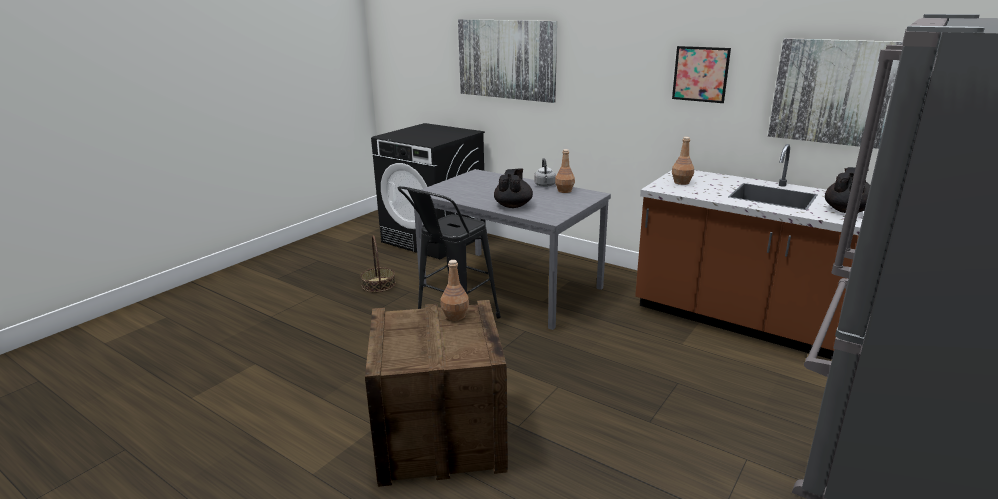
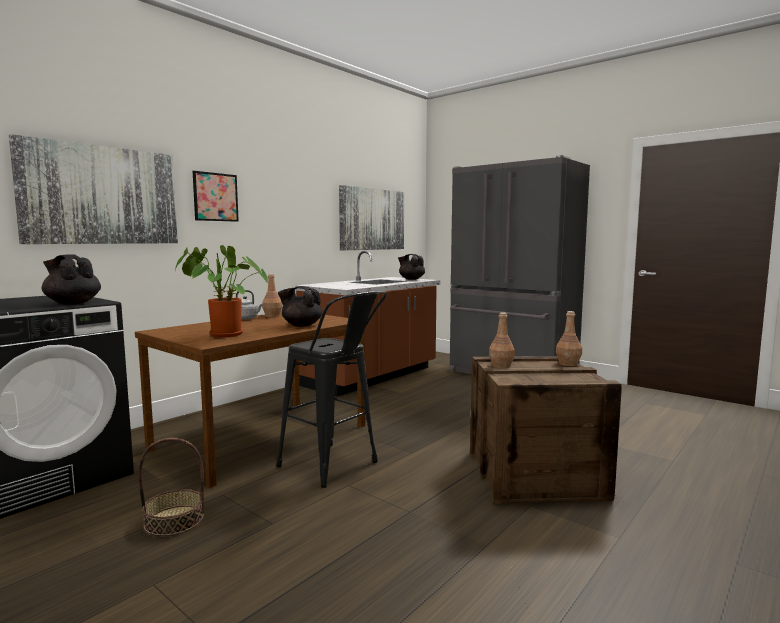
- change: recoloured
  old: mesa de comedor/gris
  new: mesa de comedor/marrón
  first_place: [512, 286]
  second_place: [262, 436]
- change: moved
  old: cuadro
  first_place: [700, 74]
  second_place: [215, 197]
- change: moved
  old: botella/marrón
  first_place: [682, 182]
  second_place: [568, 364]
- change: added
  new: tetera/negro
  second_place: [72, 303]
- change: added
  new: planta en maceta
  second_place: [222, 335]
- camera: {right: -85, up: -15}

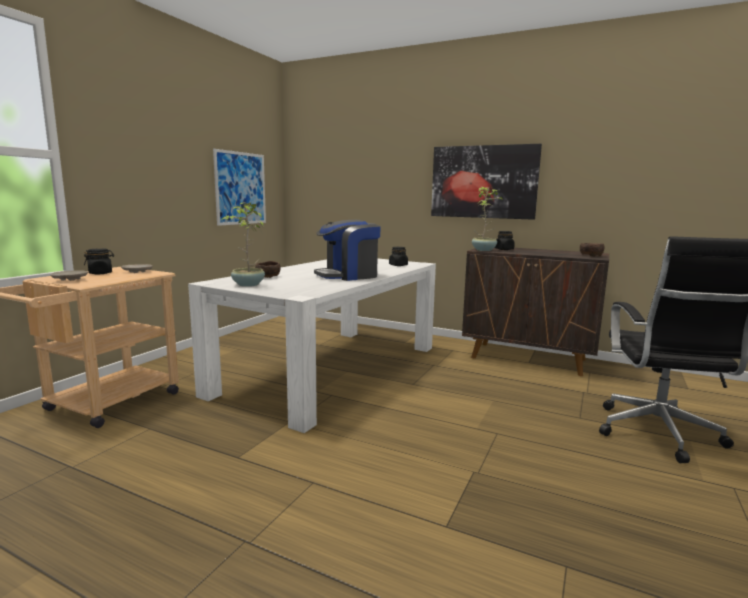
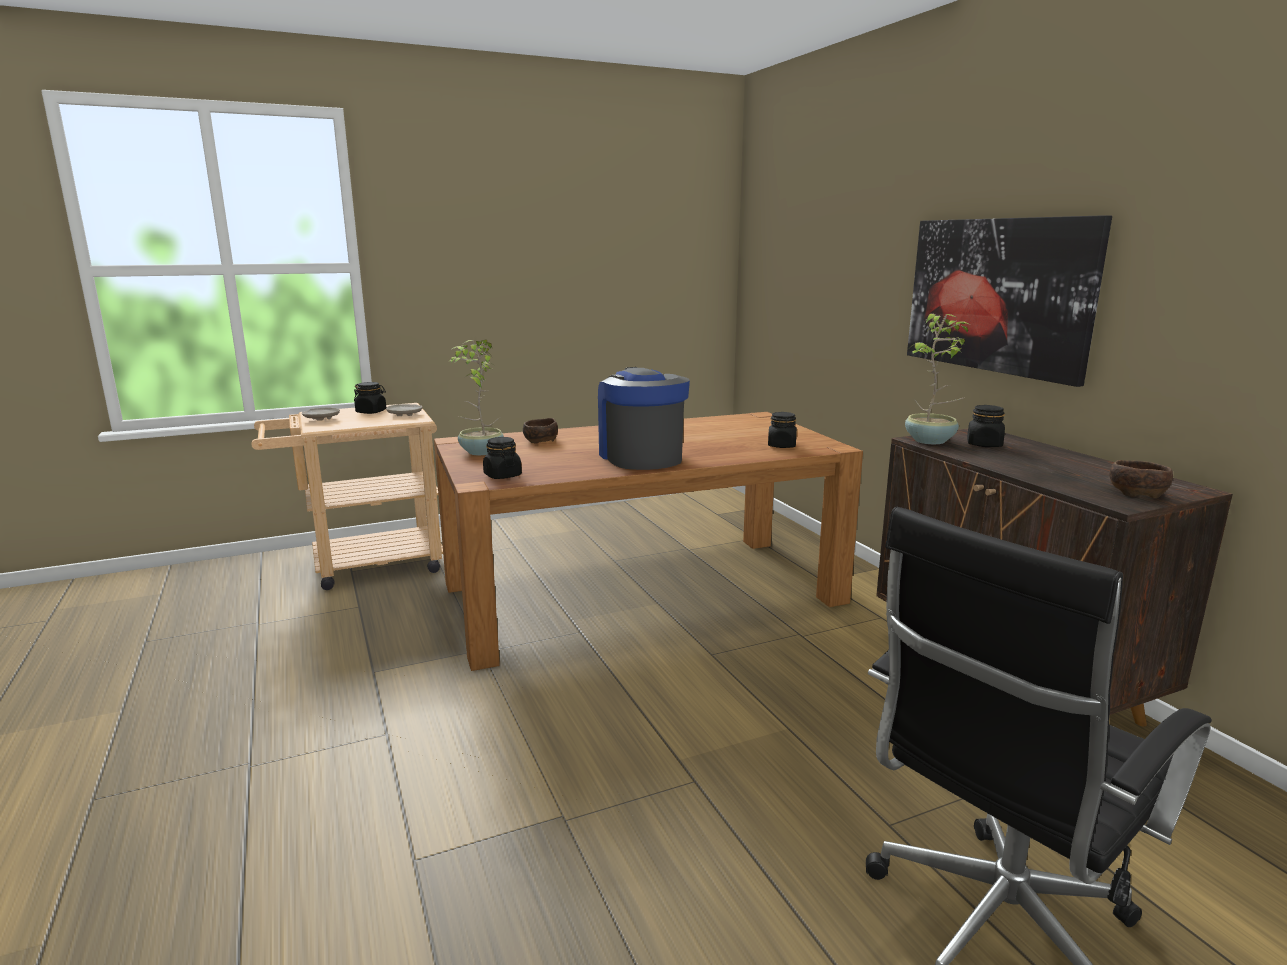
- change: recoloured
  old: mesa de comedor/blanco
  new: mesa de comedor/marrón
  first_place: [331, 369]
  second_place: [642, 593]
- change: removed
  old: cuadro
  first_place: [240, 188]
- change: turned
  old: cafetera
  first_place: [348, 276]
  second_place: [640, 456]
  degrees: 60
- change: added
  new: tarro/negro
  second_place: [502, 475]
- camera: {right: 40, up: 5}

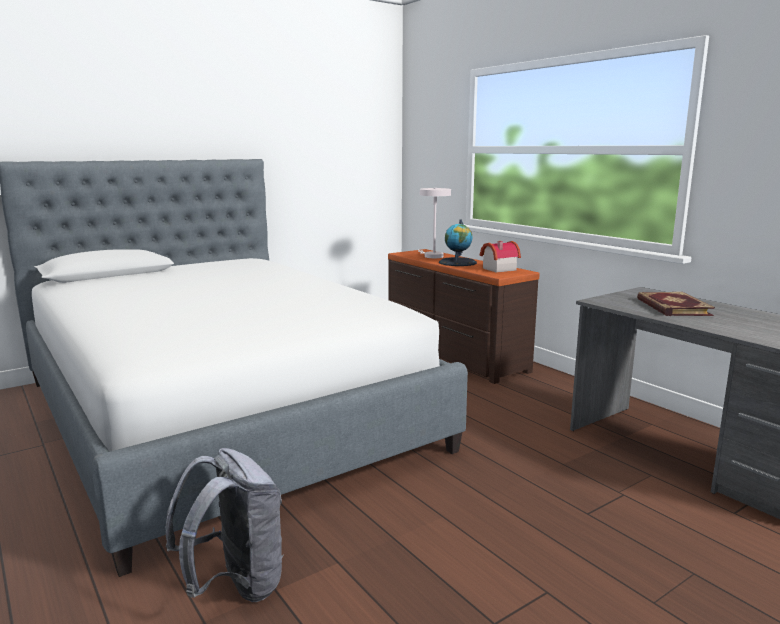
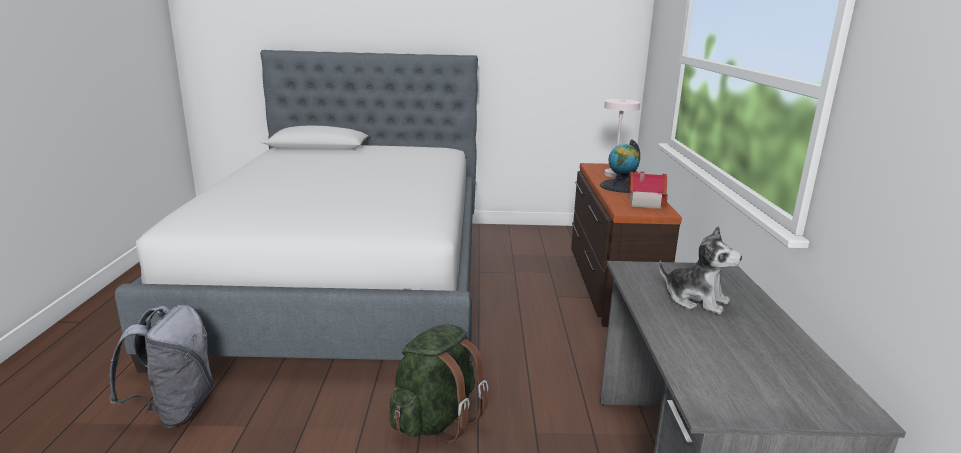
- change: replaced
  old: libro
  new: peluche
  first_place: [672, 307]
  second_place: [696, 300]
- change: added
  new: mochila/verde
  second_place: [436, 420]
- camera: {right: 35, up: 5}

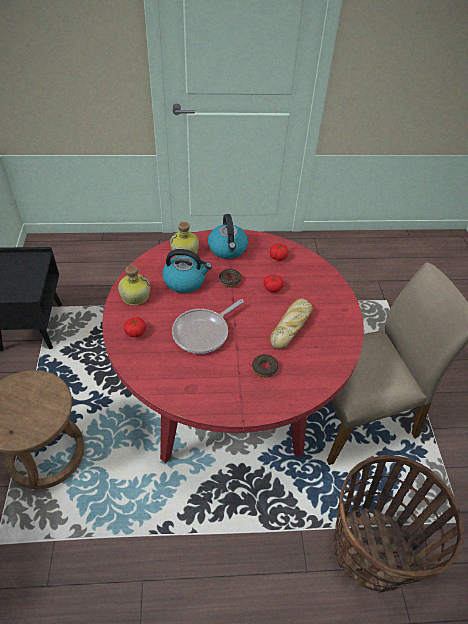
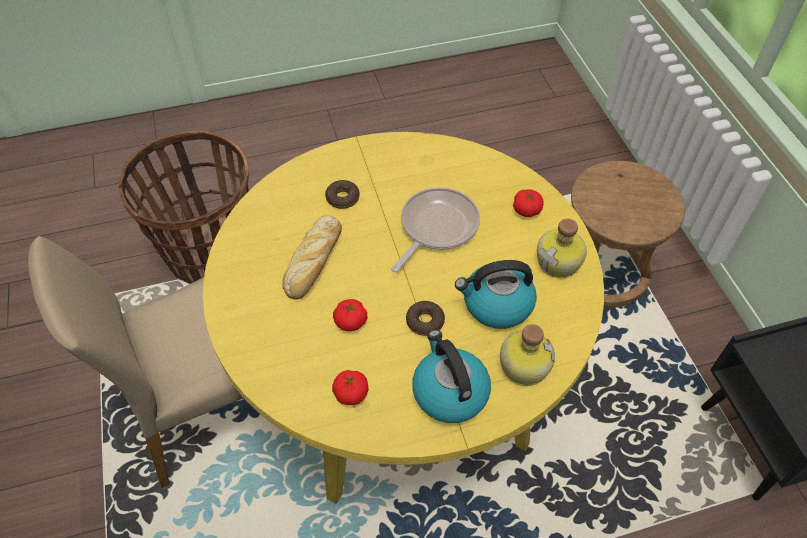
- change: recoloured
  old: mesa de comedor/rojo
  new: mesa de comedor/amarillo
  first_place: [228, 399]
  second_place: [403, 386]
- camera: {right: 170, up: 5}

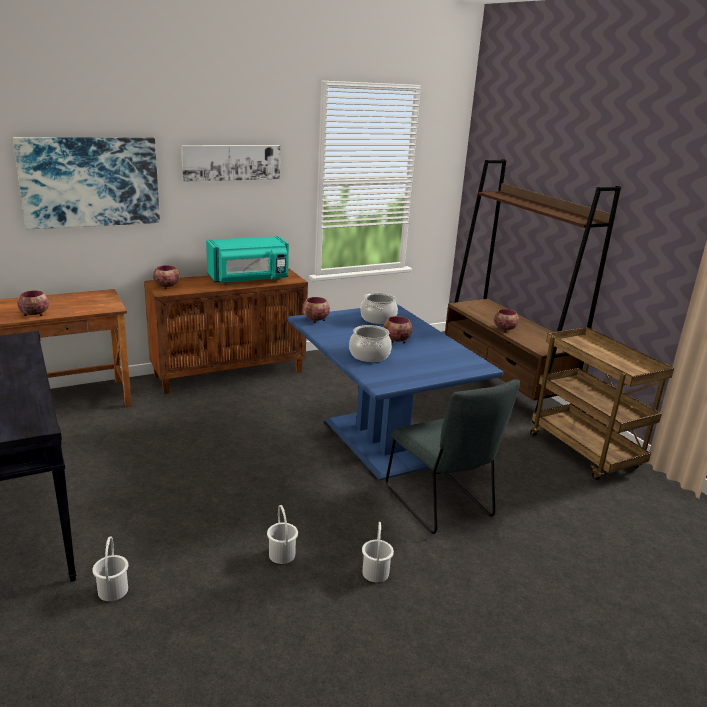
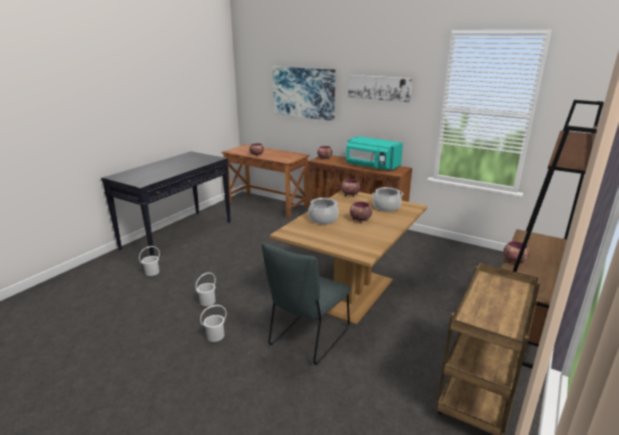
- change: recoloured
  old: mesa de comedor/azul
  new: mesa de comedor/marrón
  first_place: [379, 442]
  second_place: [351, 292]
- camera: {right: 60, up: 0}

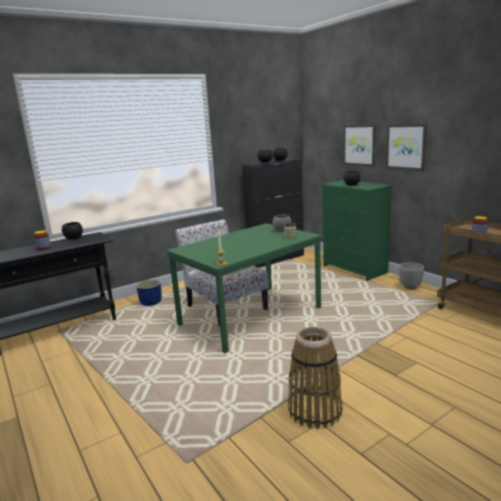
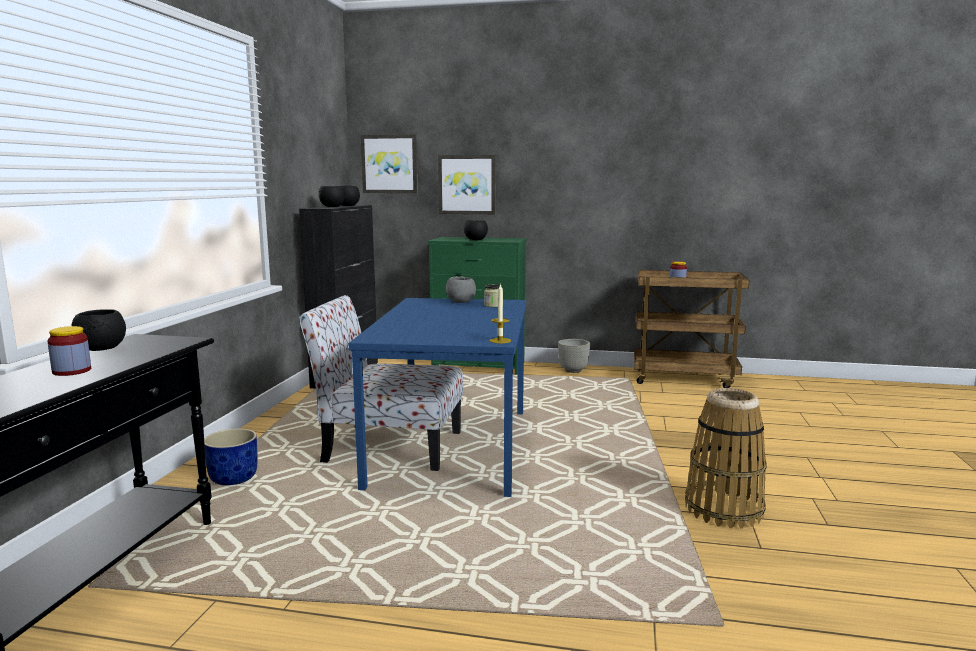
- change: recoloured
  old: mesa de comedor/verde
  new: mesa de comedor/azul
  first_place: [250, 317]
  second_place: [453, 447]
- change: moved
  old: cuadro
  first_place: [406, 146]
  second_place: [389, 164]
- camera: {right: -45, up: -5}

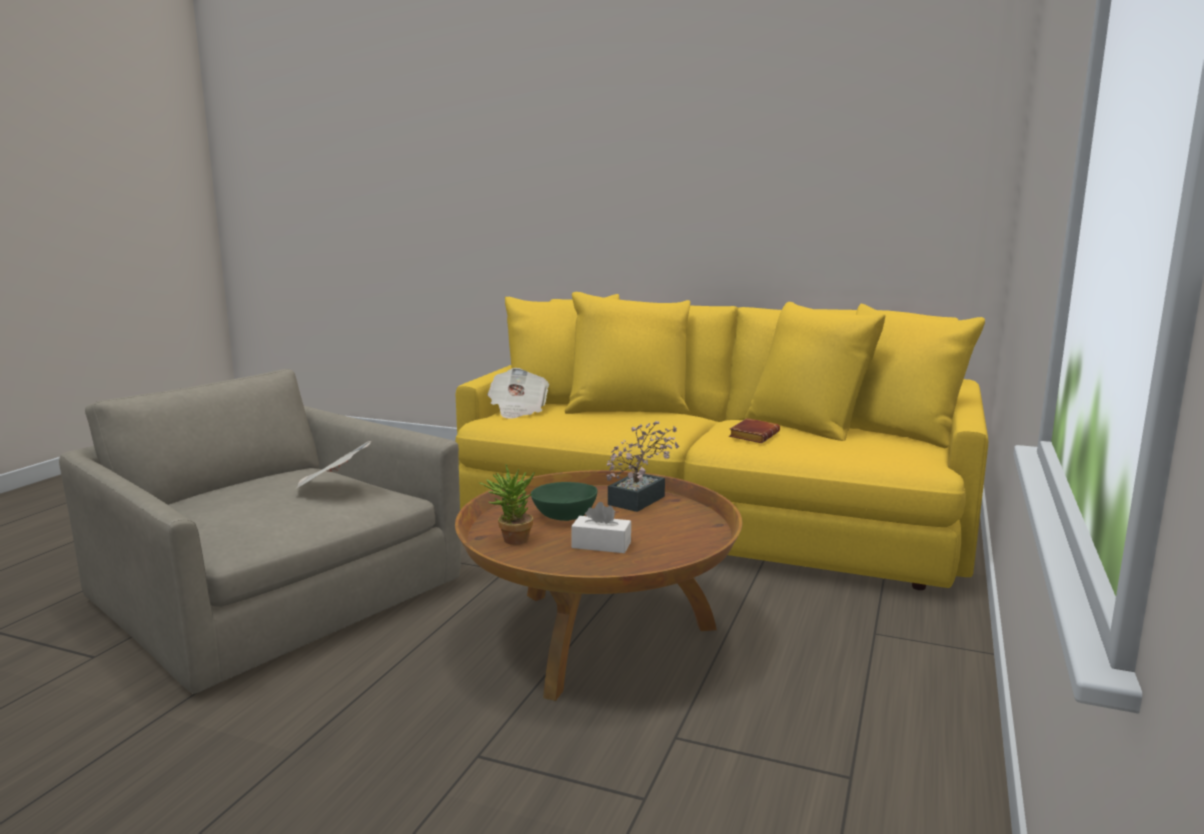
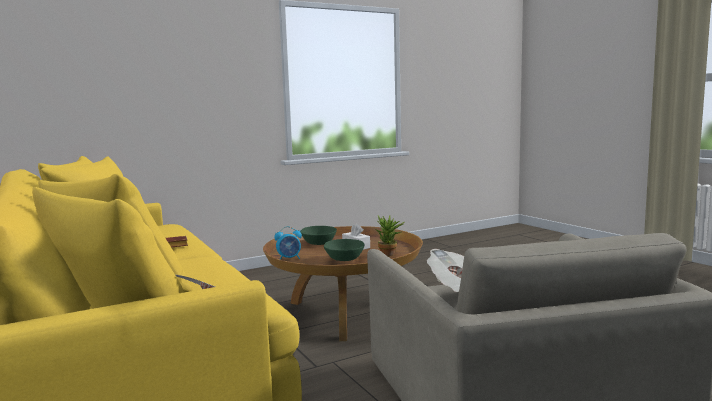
- change: replaced
  old: planta en maceta
  new: despertador
  first_place: [641, 498]
  second_place: [289, 259]
- change: added
  new: cuenco/verde
  second_place: [319, 243]
- camera: {right: -140, up: -5}

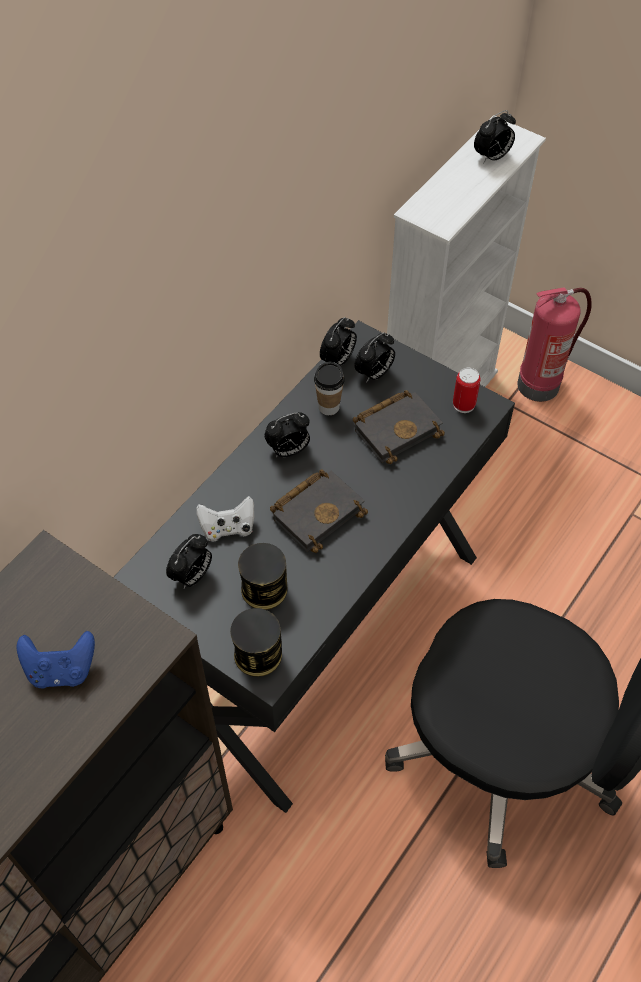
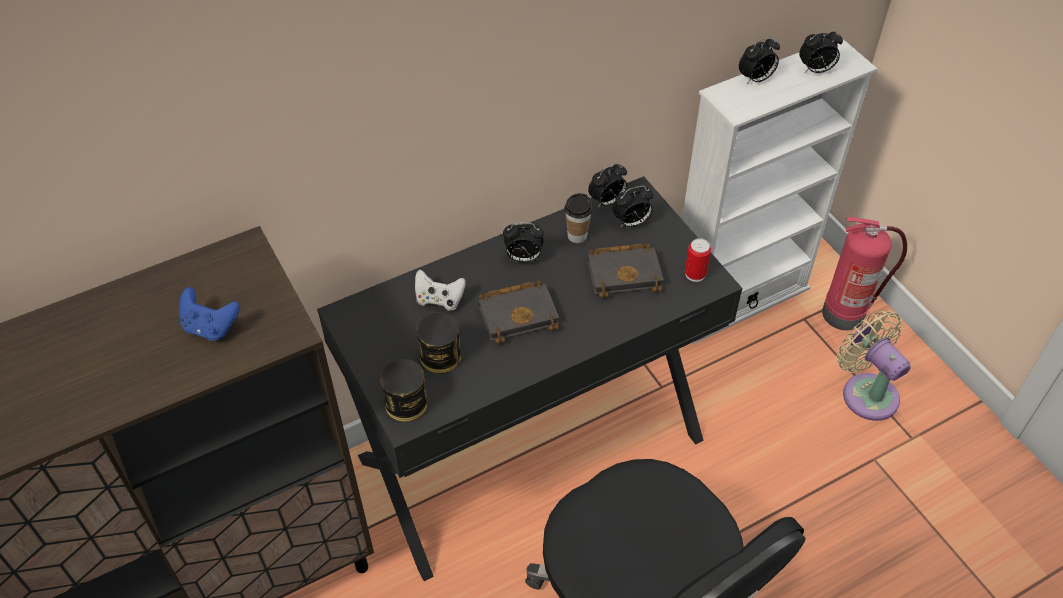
- change: moved
  old: despertador
  first_place: [192, 576]
  second_place: [756, 79]
- change: added
  new: ventilador/beis
  second_place: [866, 392]
- camera: {right: 25, up: -5}

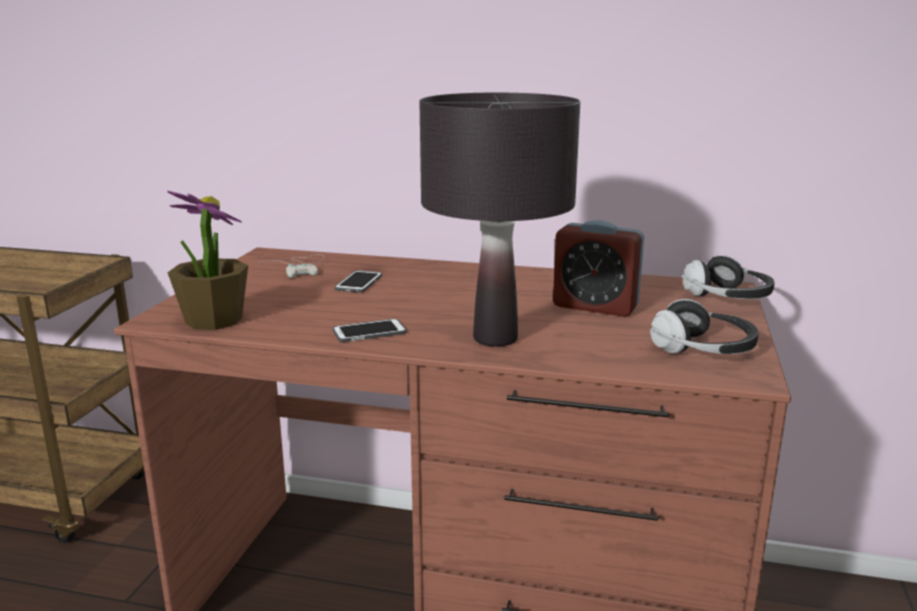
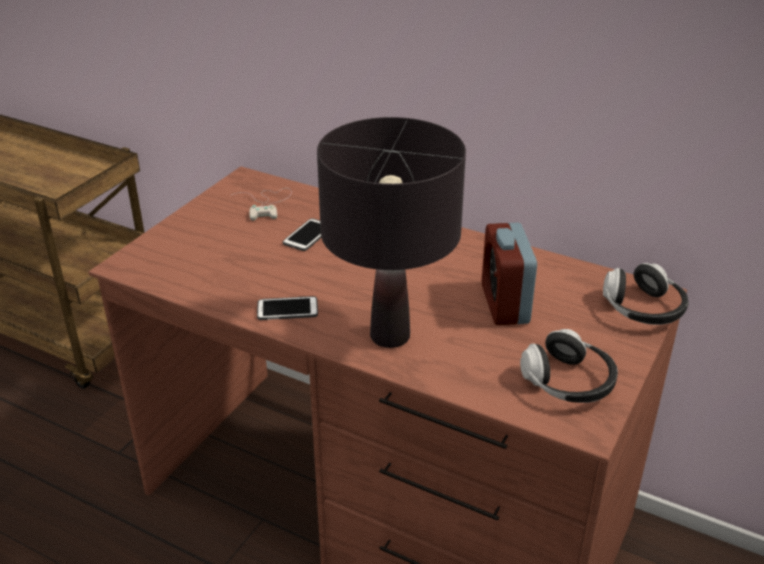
- change: removed
  old: planta en maceta
  first_place: [213, 320]
- change: turned
  old: despertador
  first_place: [595, 306]
  second_place: [504, 304]
  degrees: 45
- camera: {right: 15, up: 15}

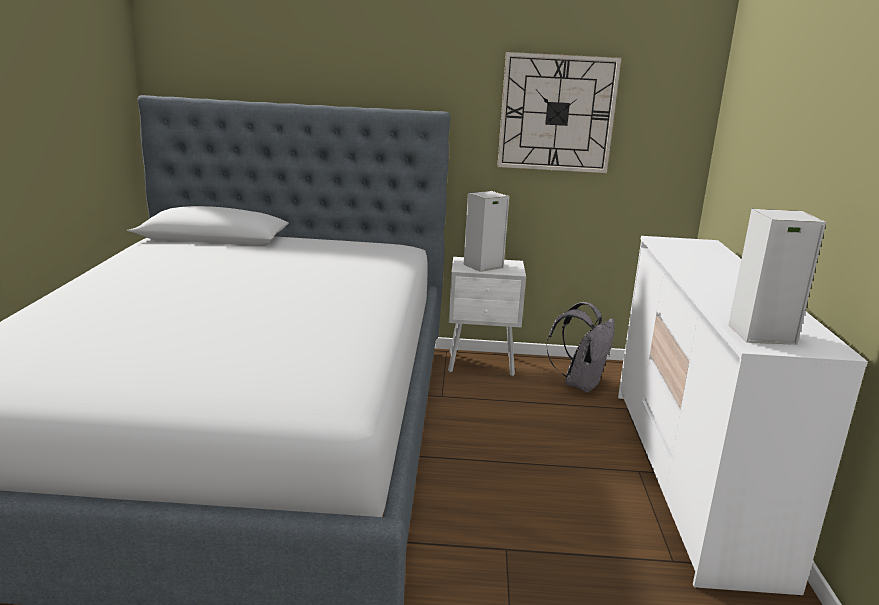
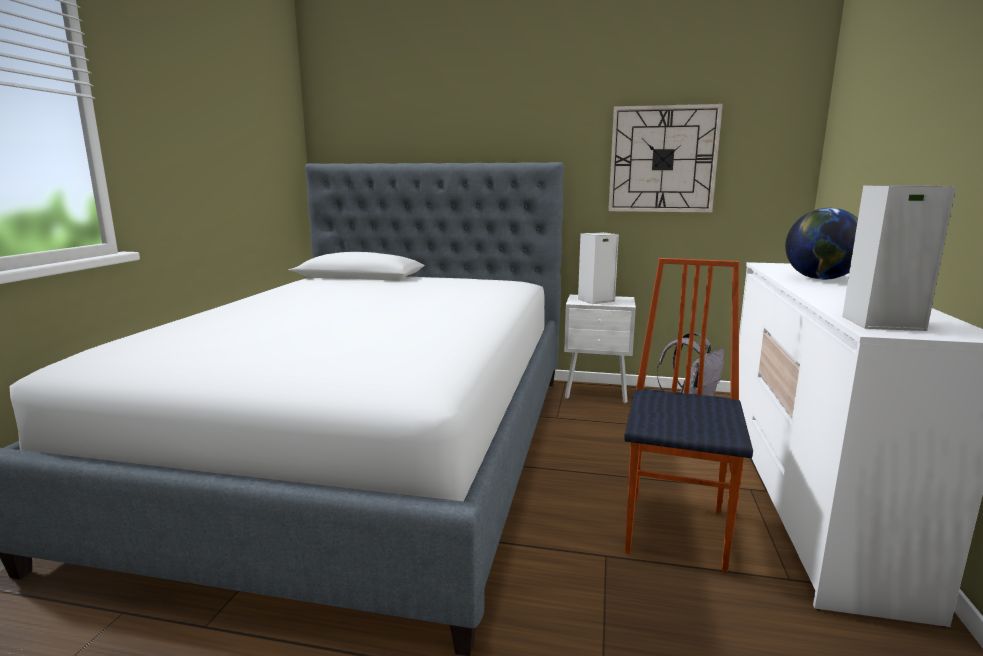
- change: added
  new: silla
  second_place: [678, 530]
- change: added
  new: globo terráqueo
  second_place: [820, 279]
- camera: {right: 10, up: -5}

